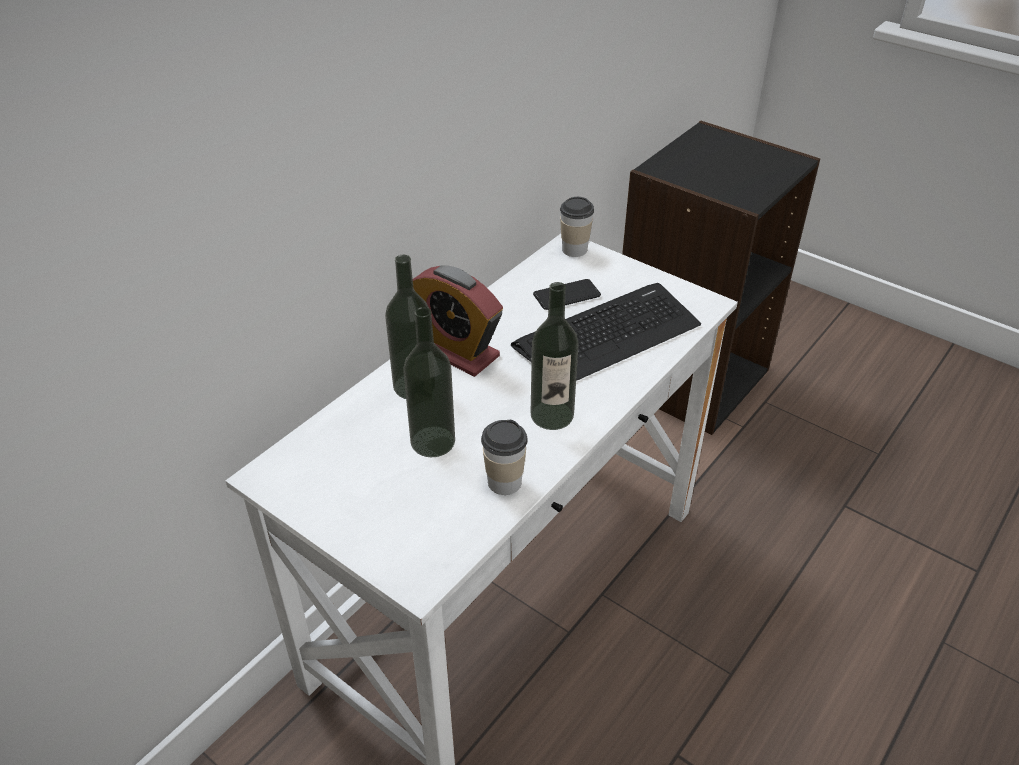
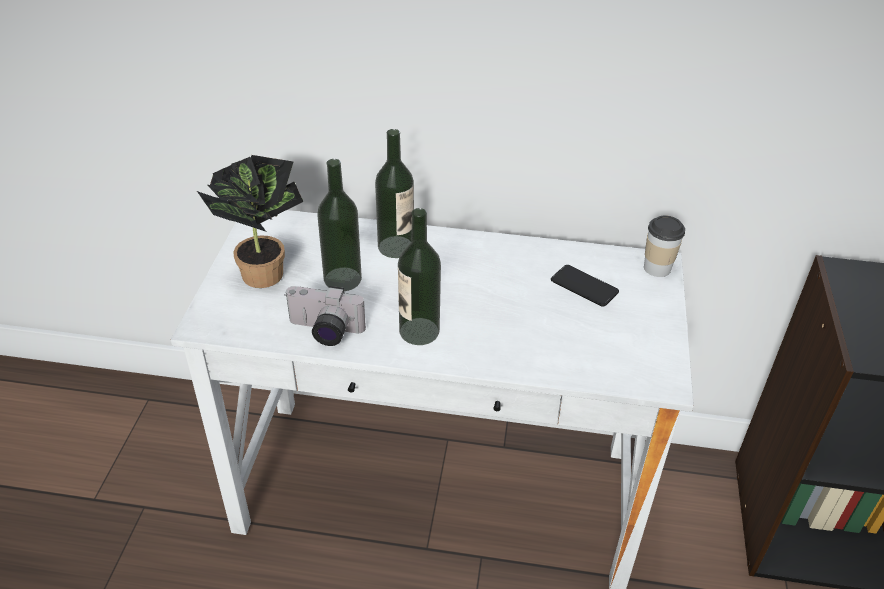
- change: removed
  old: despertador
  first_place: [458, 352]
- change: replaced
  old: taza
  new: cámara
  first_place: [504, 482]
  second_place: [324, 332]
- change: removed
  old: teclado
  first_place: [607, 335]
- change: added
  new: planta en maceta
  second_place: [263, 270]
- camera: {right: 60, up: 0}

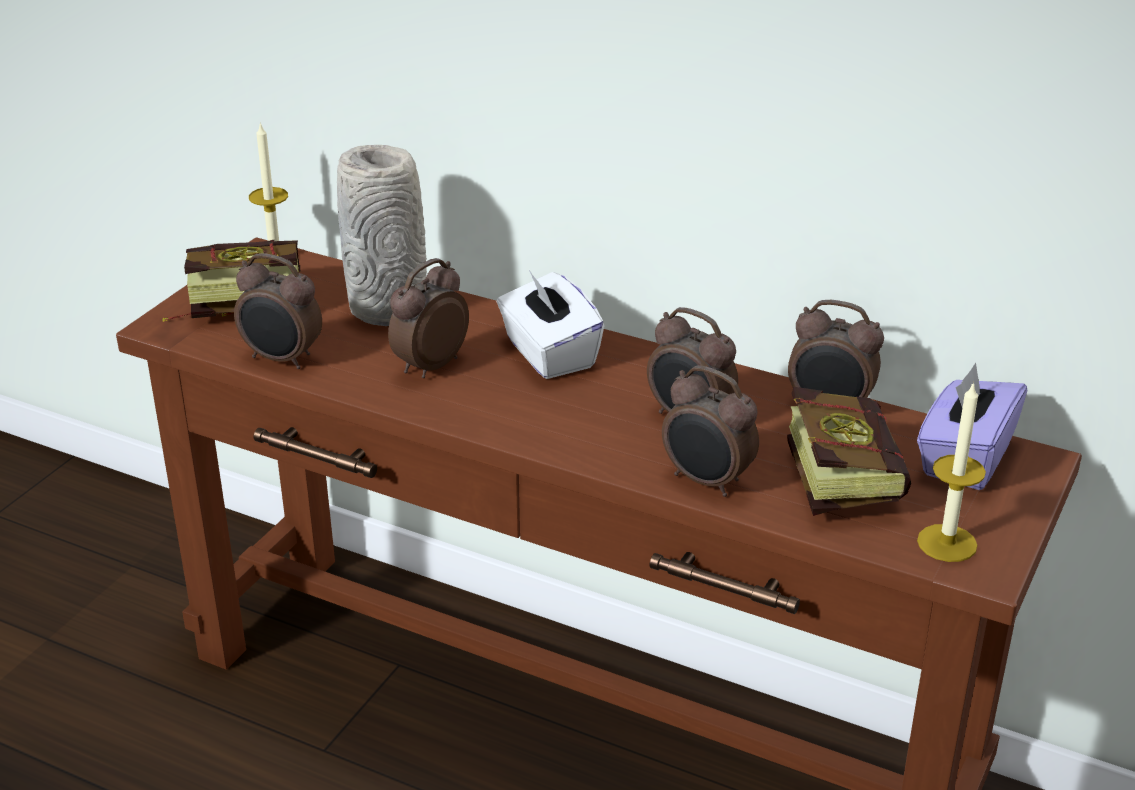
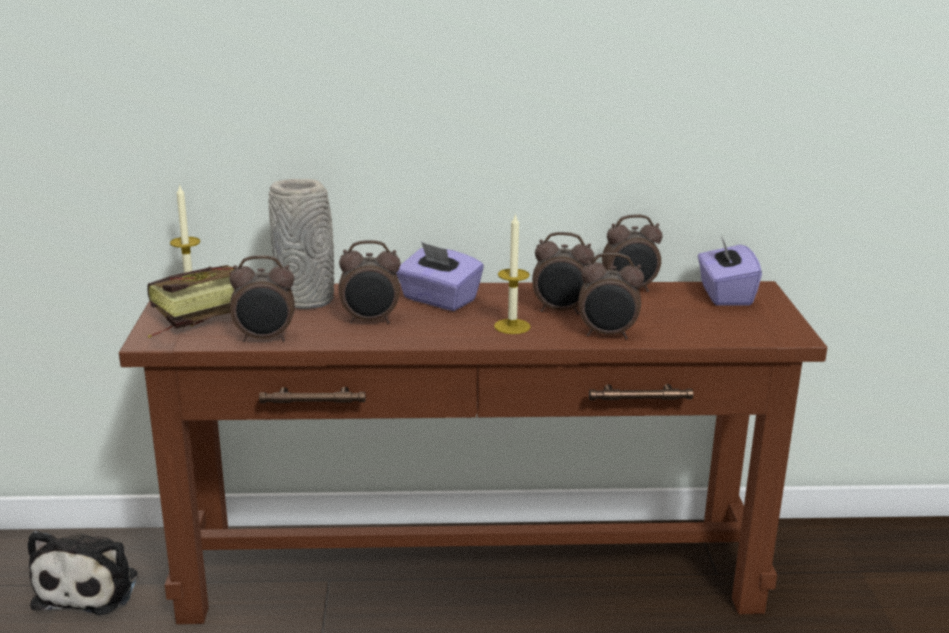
- change: turned
  old: despertador
  first_place: [429, 366]
  second_place: [370, 321]
  degrees: -105
- change: recoloured
  old: caja de pañuelos/blanco
  new: caja de pañuelos/morado
  first_place: [548, 354]
  second_place: [438, 300]
- change: removed
  old: libro
  first_place: [838, 475]
- change: moved
  old: vela
  first_place: [947, 543]
  second_place: [512, 326]
- change: added
  new: peluche
  second_place: [90, 587]
- camera: {right: -30, up: -10}

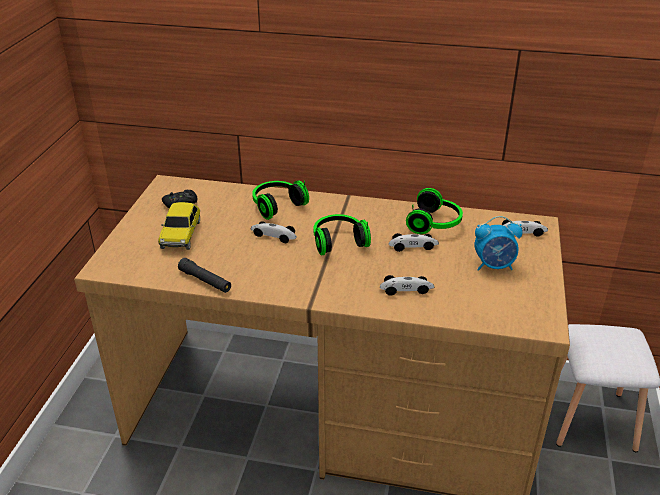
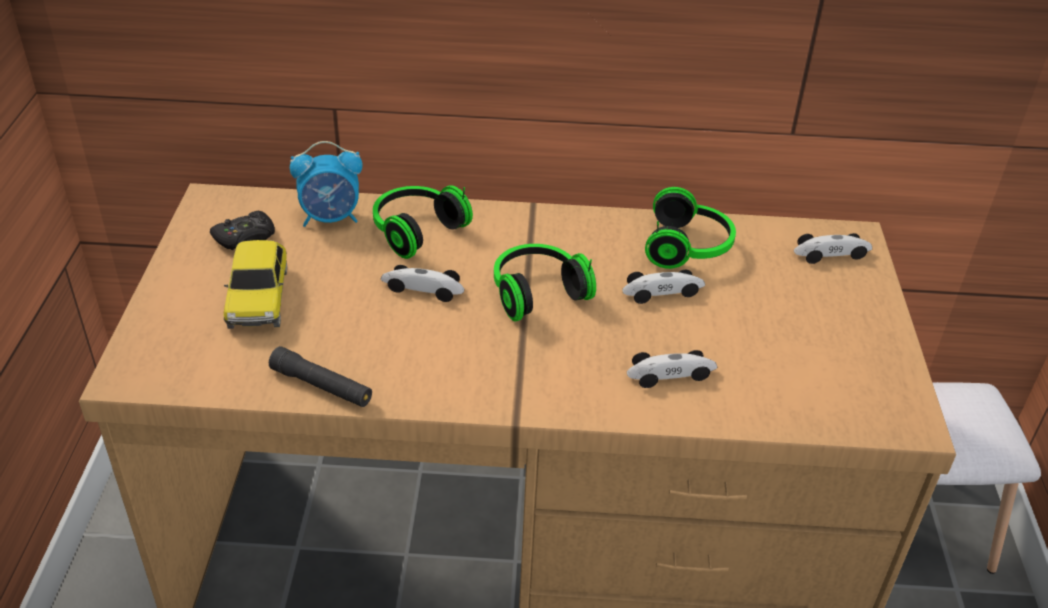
- change: moved
  old: despertador
  first_place: [494, 266]
  second_place: [331, 218]
- camera: {right: -10, up: 5}

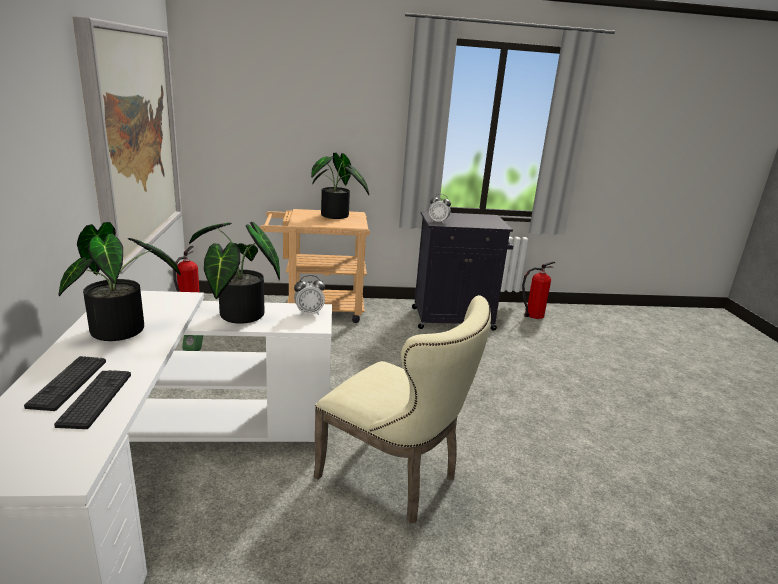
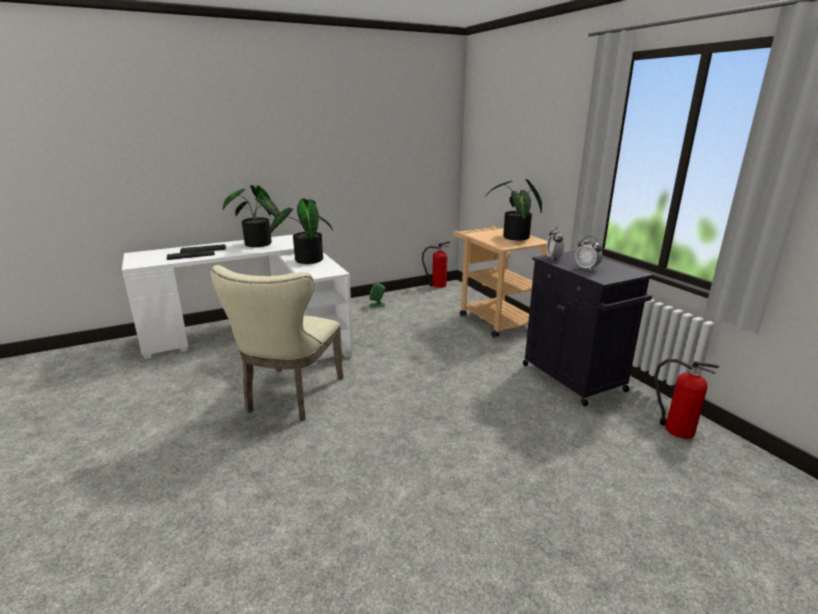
- change: removed
  old: cuadro
  first_place: [134, 139]
- change: moved
  old: despertador
  first_place: [309, 313]
  second_place: [586, 268]
- camera: {right: 70, up: 0}

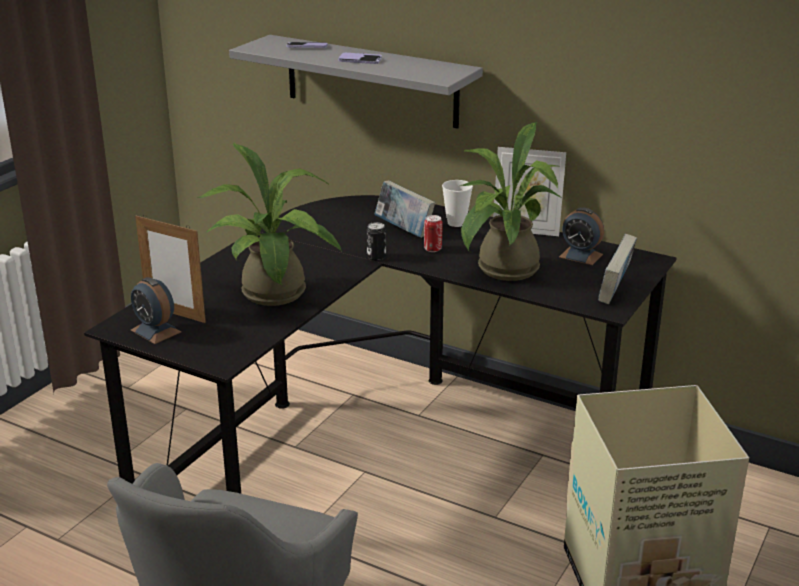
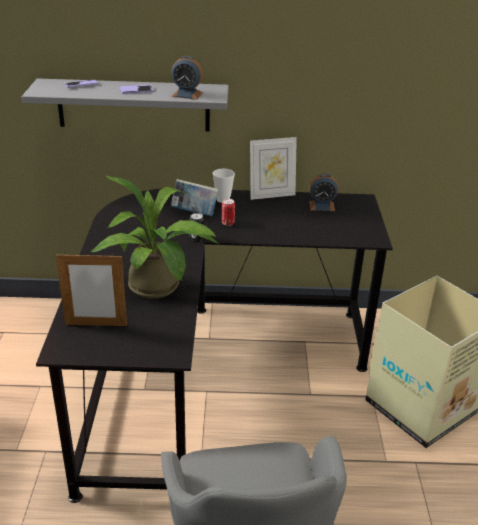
- change: moved
  old: despertador
  first_place: [155, 331]
  second_place: [187, 94]
- change: removed
  old: planta en maceta
  first_place: [502, 272]
- change: removed
  old: libro
  first_place: [615, 292]
- camera: {right: -30, up: 5}

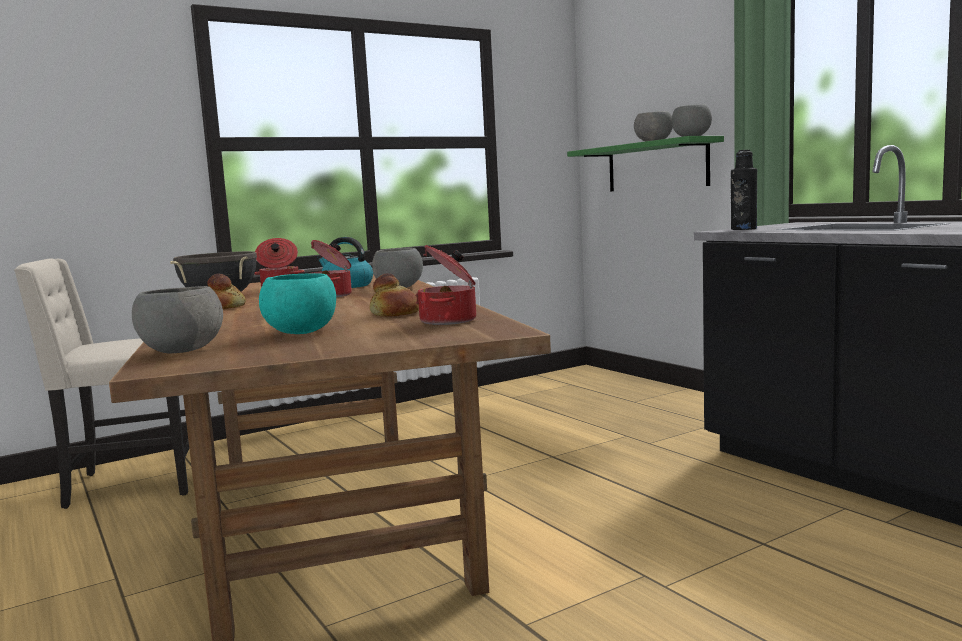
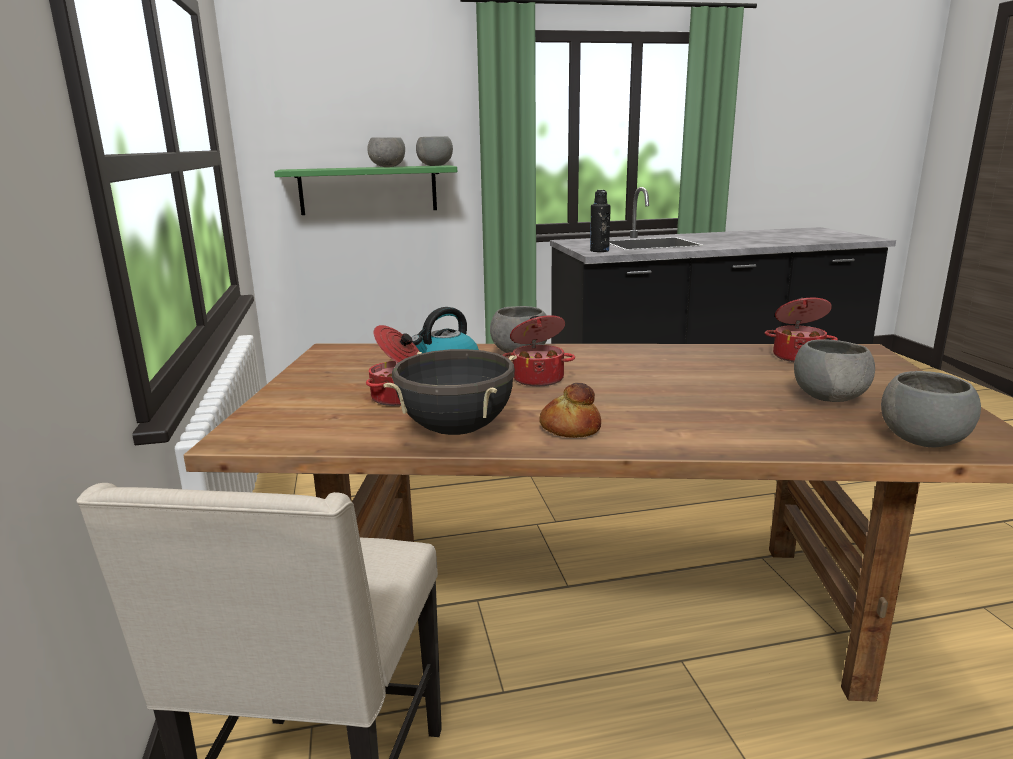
- change: recoloured
  old: cuenco/turquesa
  new: cuenco/gris
  first_place: [302, 332]
  second_place: [828, 398]
- change: removed
  old: pan
  first_place: [396, 313]
- camera: {right: -70, up: 10}

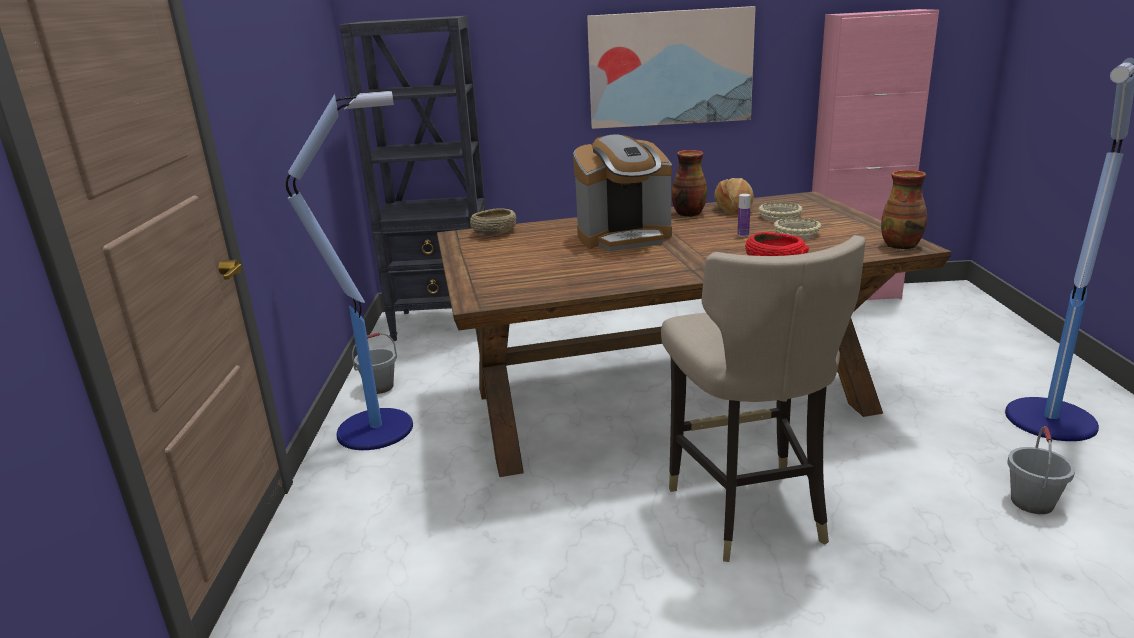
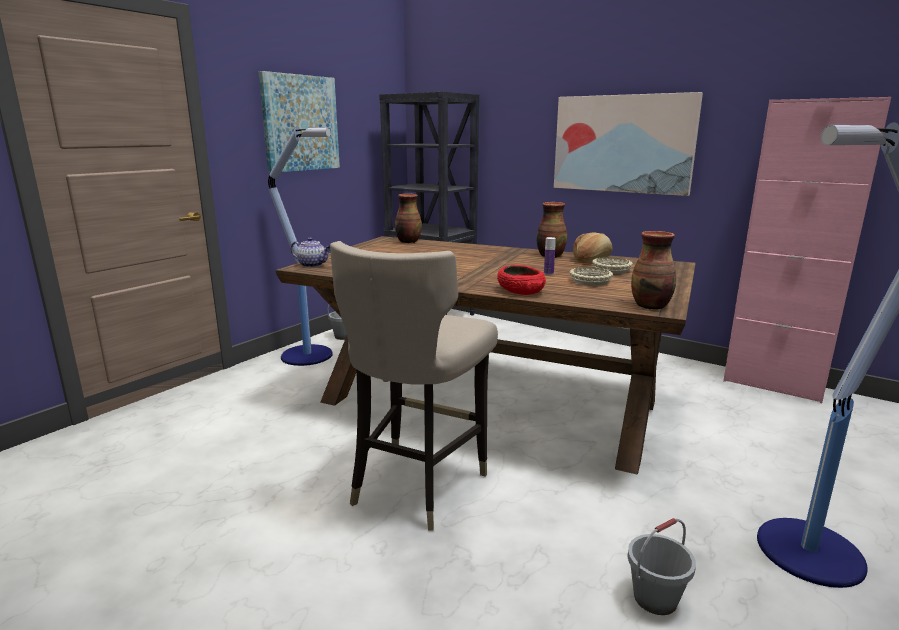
- change: replaced
  old: cuenco/beis
  new: florero
  first_place: [494, 232]
  second_place: [408, 241]
- change: removed
  old: cafetera
  first_place: [624, 238]
- change: added
  new: cuadro
  second_place: [300, 123]
- change: added
  new: tetera
  second_place: [312, 265]
- camera: {right: 35, up: -5}

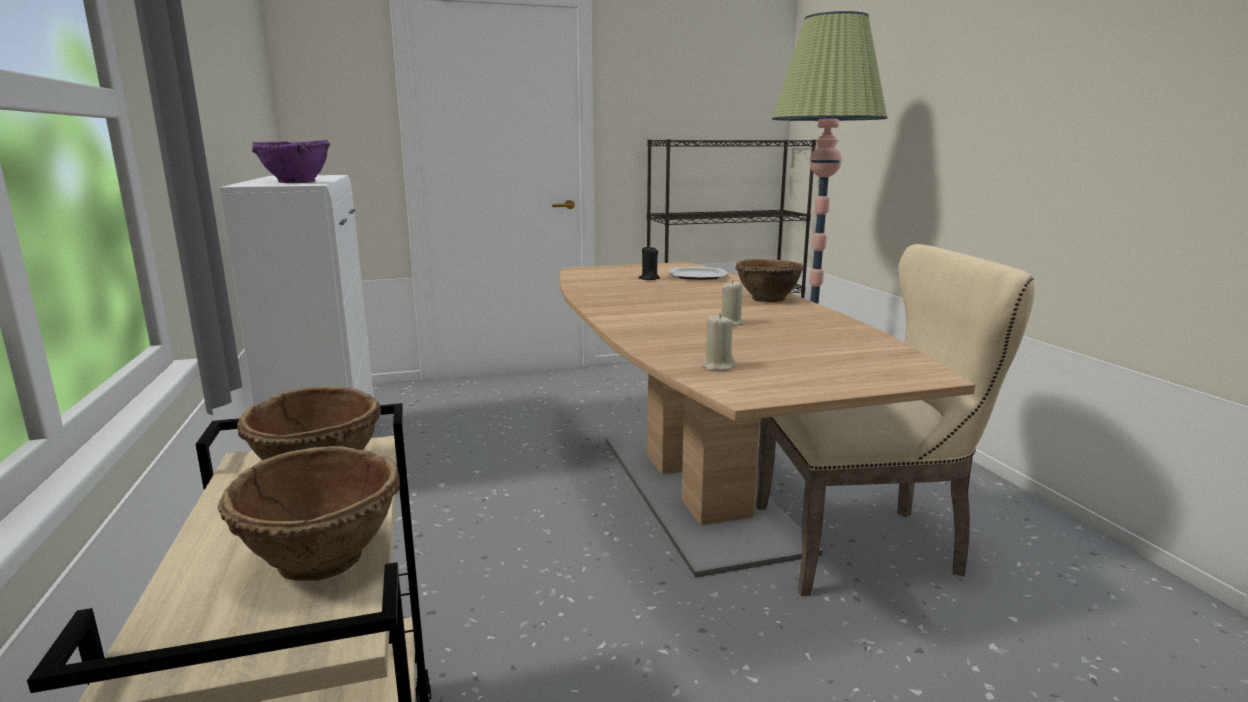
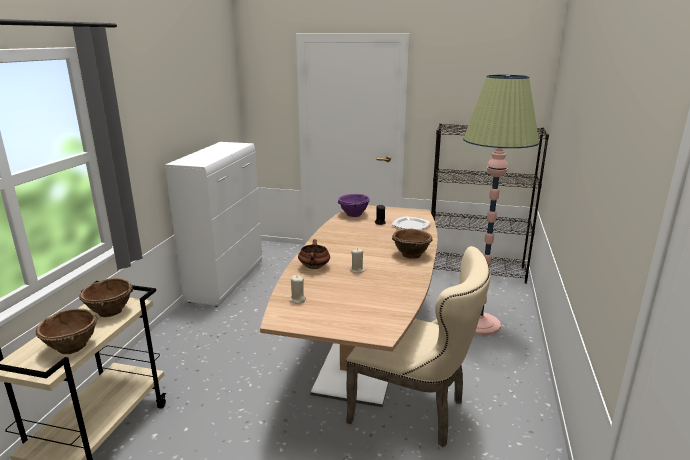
- change: moved
  old: cuenco/morado
  first_place: [295, 182]
  second_place: [353, 214]
- change: added
  new: olla/marrón
  second_place: [314, 267]
- camera: {right: 30, up: 5}

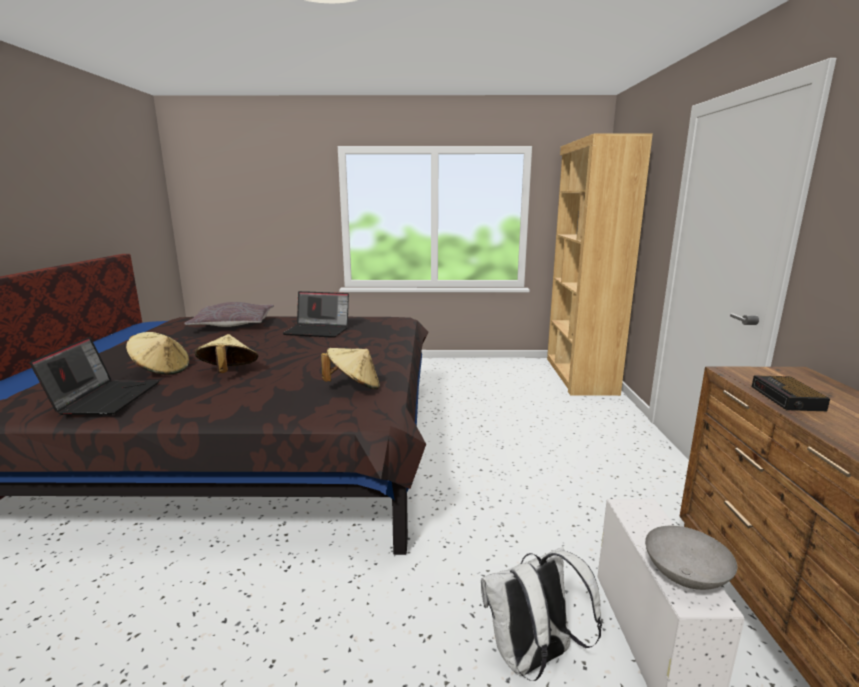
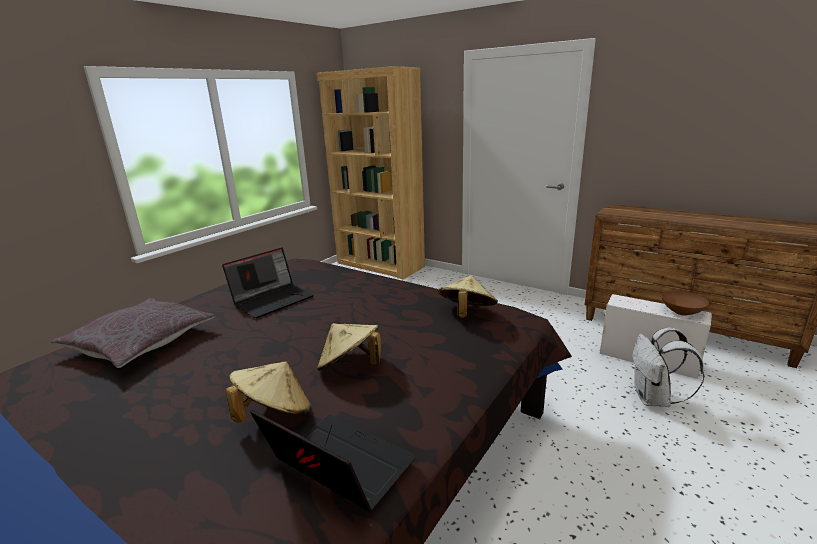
- change: recoloured
  old: cuenco/gris
  new: cuenco/marrón
  first_place: [683, 576]
  second_place: [681, 313]
- change: removed
  old: despertador
  first_place: [788, 399]
- camera: {right: -55, up: 5}

